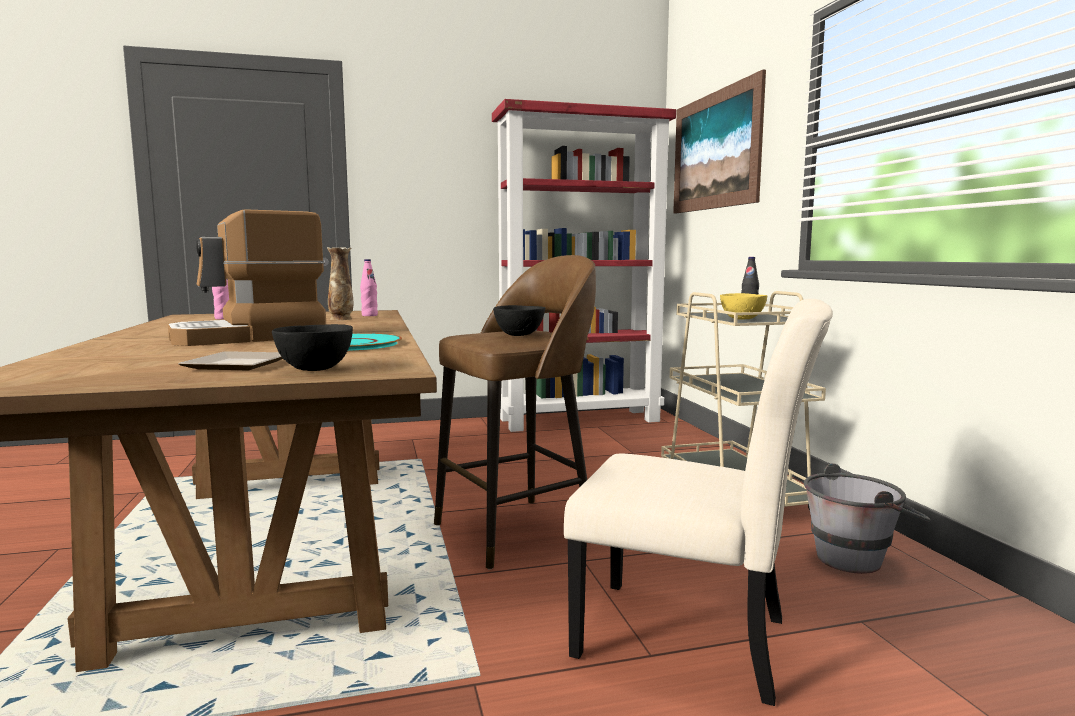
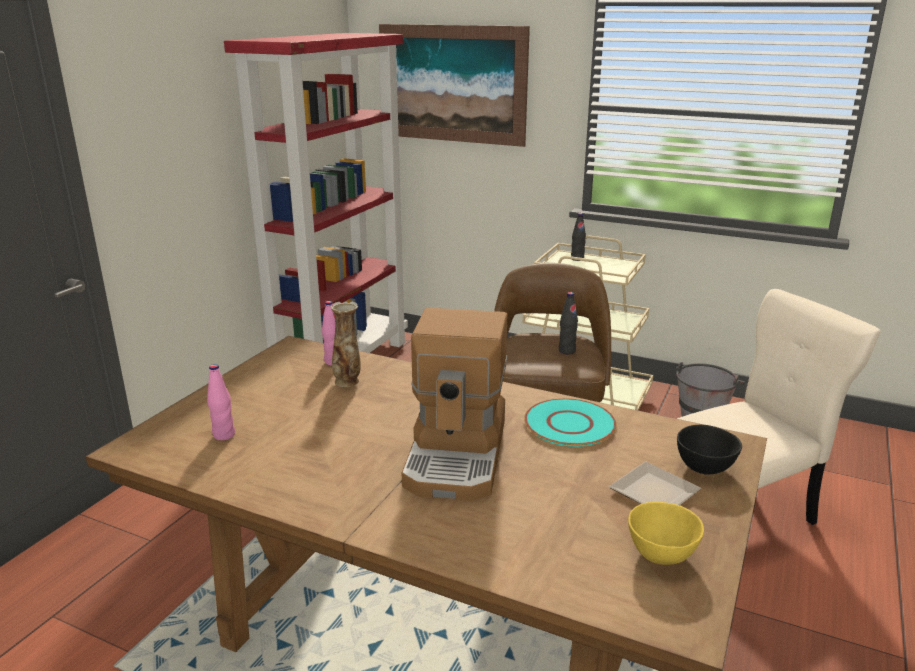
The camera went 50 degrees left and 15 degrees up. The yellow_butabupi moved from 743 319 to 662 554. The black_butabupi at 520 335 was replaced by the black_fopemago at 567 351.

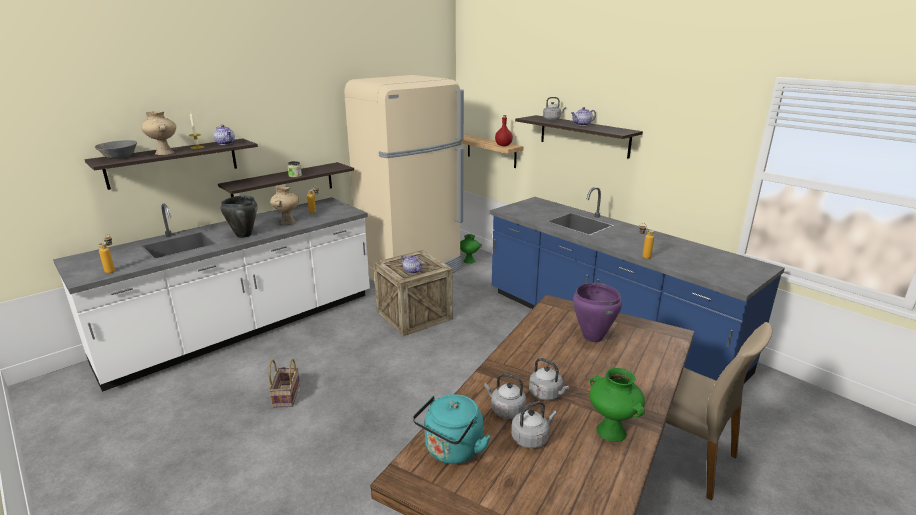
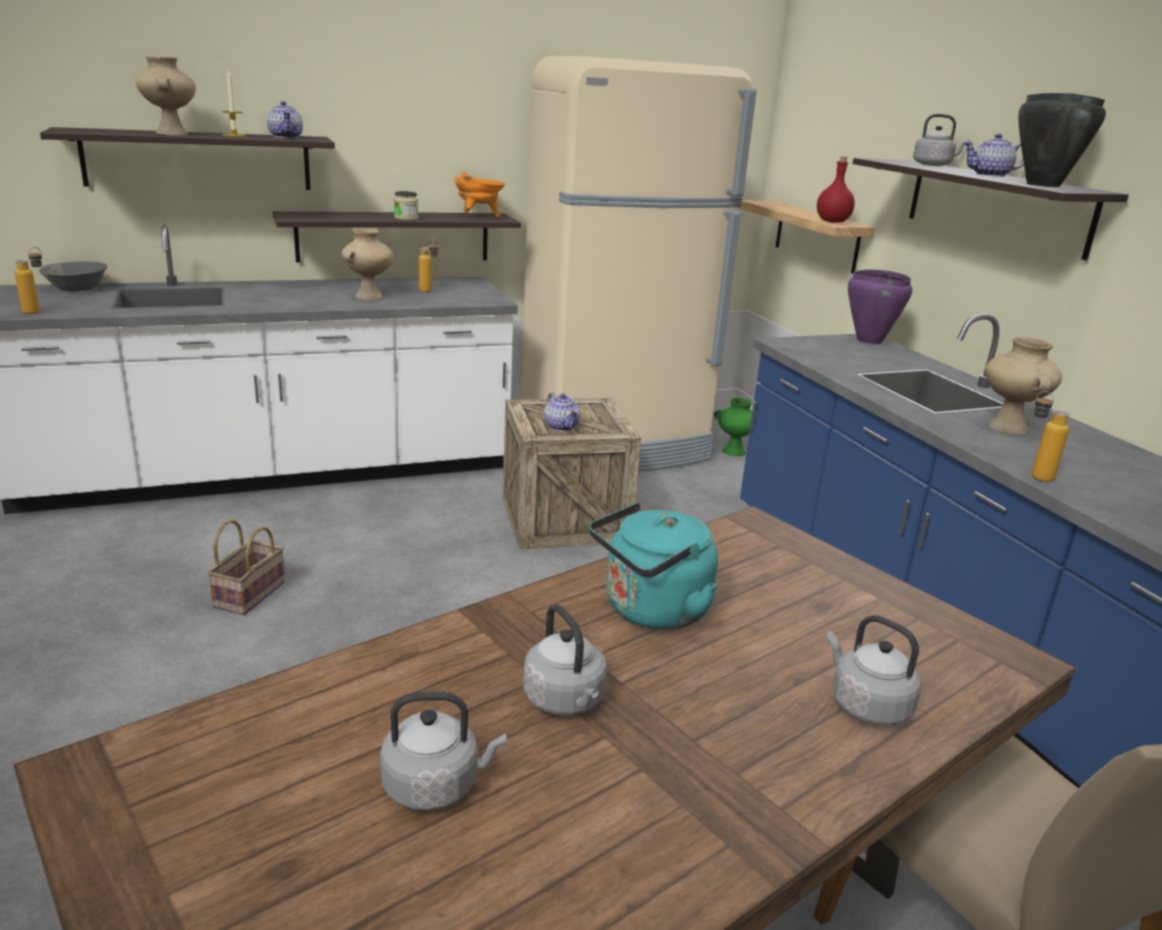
The camera went 20 degrees right and 0 degrees up. The grey_butabupi moved from 120 157 to 78 288. The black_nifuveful moved from 243 235 to 1042 185. The purple_nifuveful moved from 592 337 to 868 340. The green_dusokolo at 612 431 disappeared. The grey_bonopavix moved from 506 410 to 865 705. The turquoise_bonopavix moved from 452 451 to 651 611. The orange_nifuveful at 478 216 appeared. The beige_dusokolo at 1009 428 appeared.

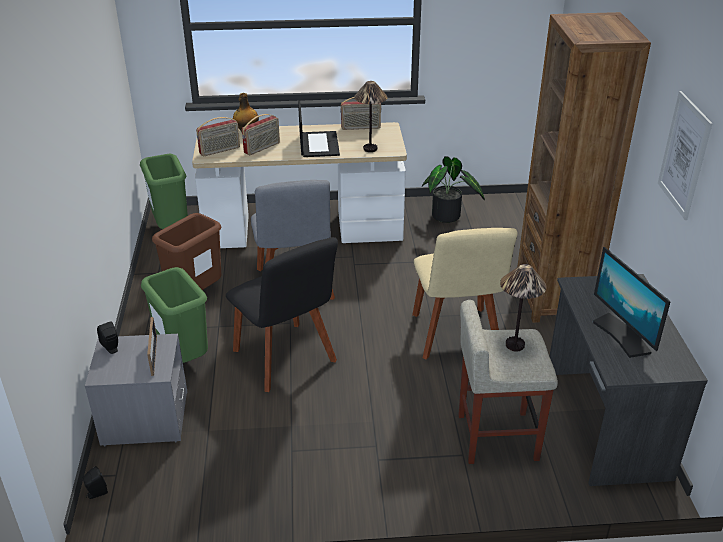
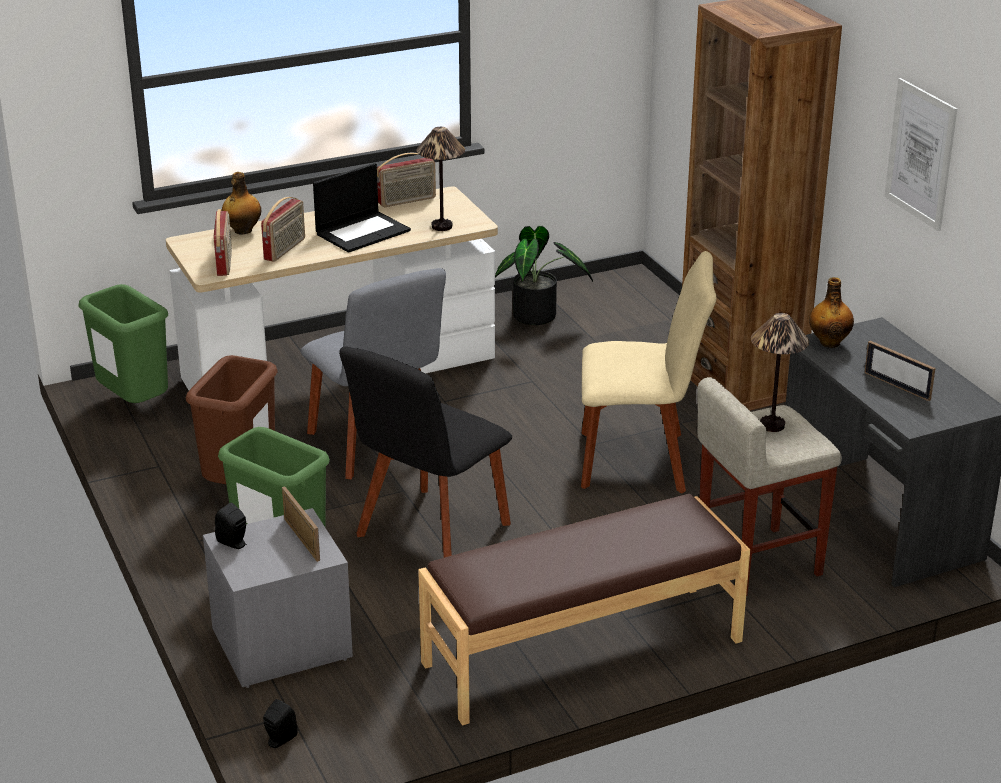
The camera went 20 degrees left and 5 degrees down. The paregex at 318 144 turned 75 degrees clockwise. The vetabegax at 220 151 turned 45 degrees counterclockwise. The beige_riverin at 456 336 turned 60 degrees counterclockwise. The black_riverin at 286 359 turned 90 degrees clockwise. The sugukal at 622 335 was replaced by the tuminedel at 897 386. The fopemago at 829 342 appeared. The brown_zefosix at 583 653 appeared.

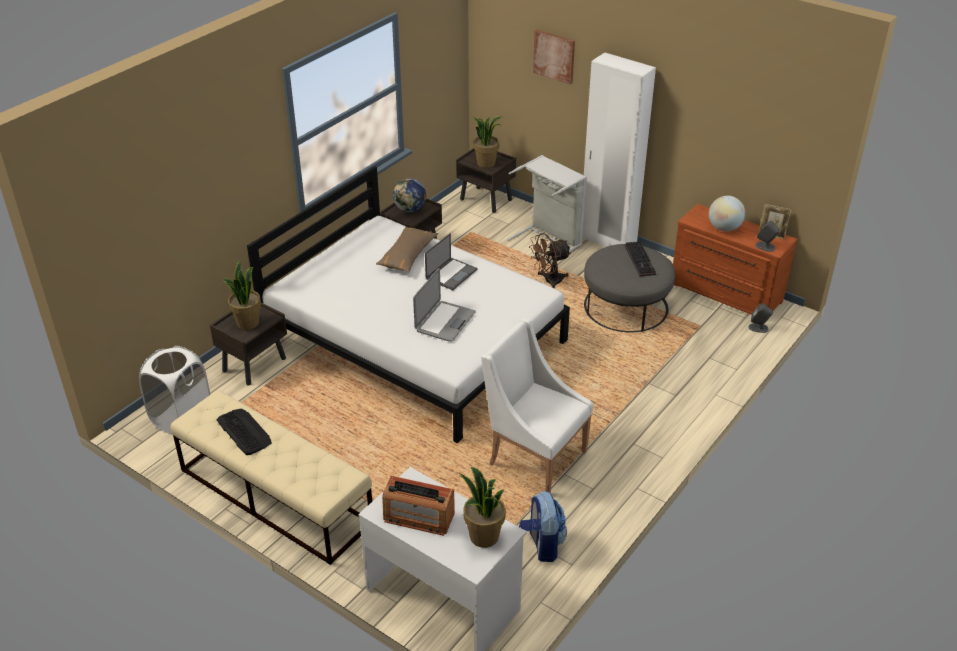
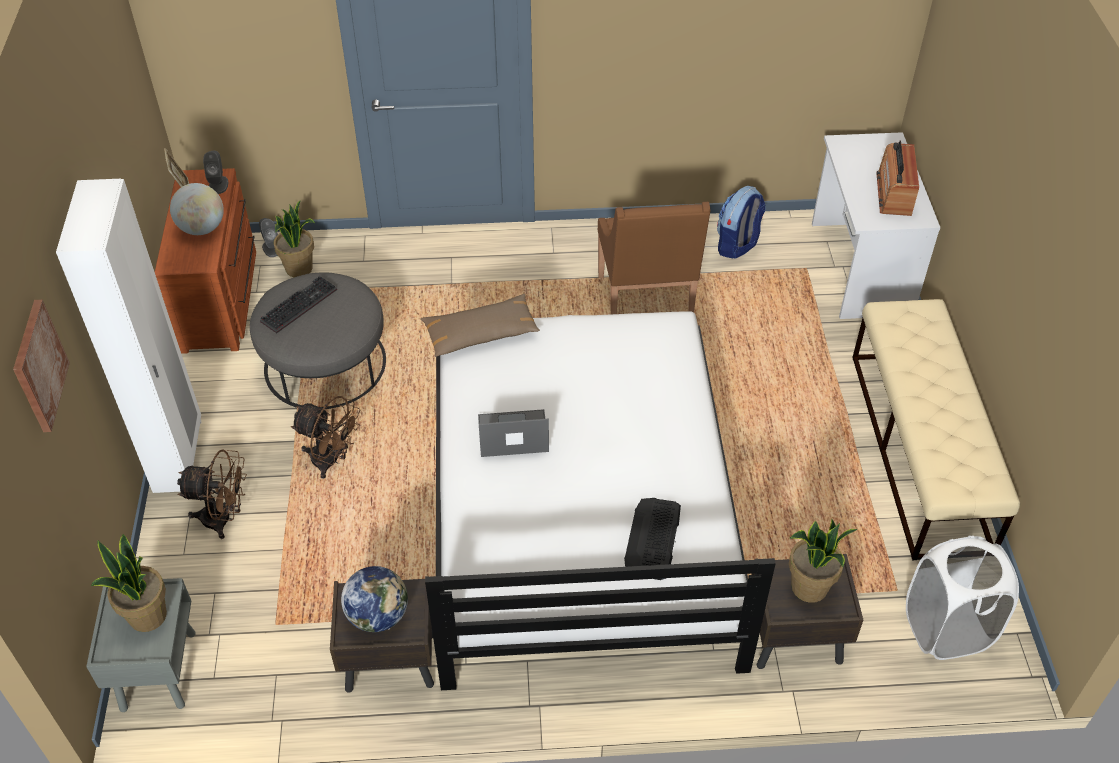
The camera went 130 degrees left and 10 degrees up. The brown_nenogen at 486 200 became the grey_nenogen at 158 670. The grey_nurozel at 549 240 was replaced by the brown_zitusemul at 224 519. The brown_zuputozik moved from 407 255 to 481 333. The paregex at 444 322 disappeared. The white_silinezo at 534 457 became the brown_silinezo at 646 304. The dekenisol moved from 244 431 to 652 539. The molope moved from 483 537 to 299 269. The vetabegax at 418 517 turned 150 degrees counterclockwise.

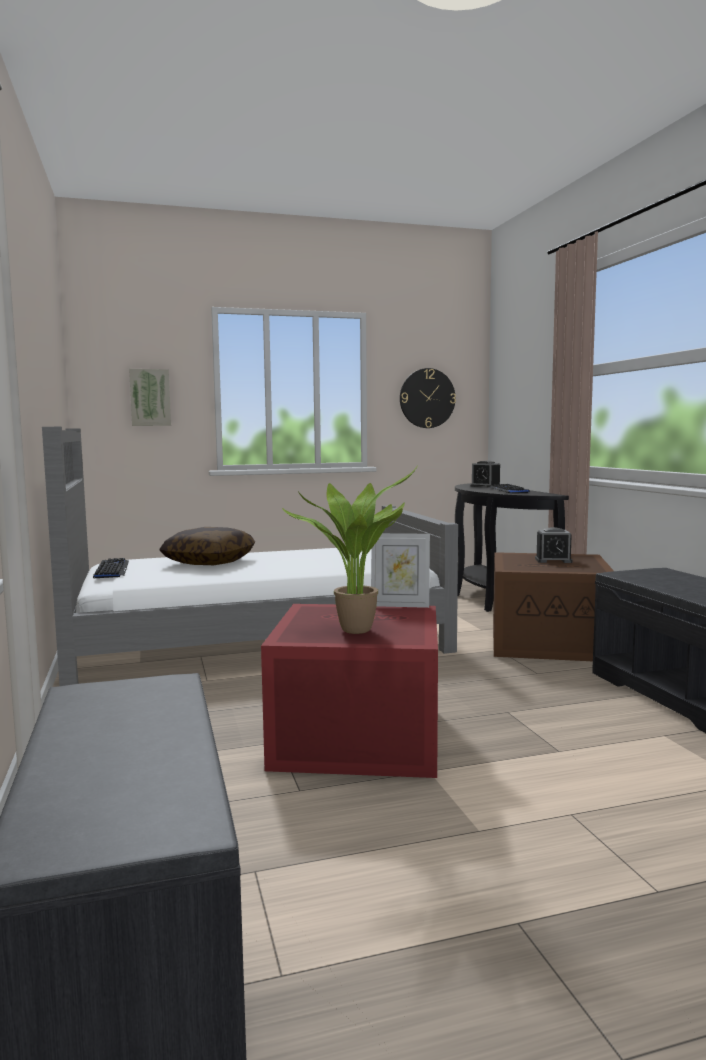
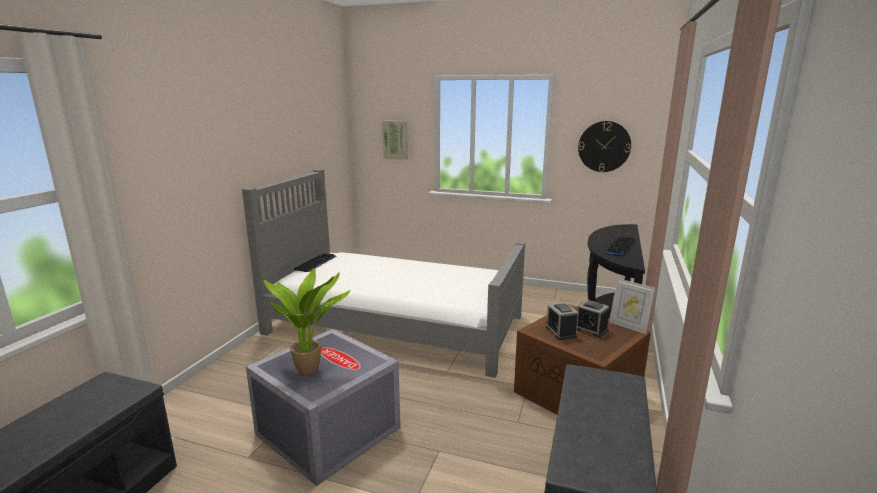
The camera went 35 degrees right and 10 degrees up. The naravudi moved from 485 486 to 561 332. The zuputozik at 209 562 disappeared. The tuminedel moved from 400 605 to 628 326. The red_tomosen at 355 738 became the grey_tomosen at 326 431.

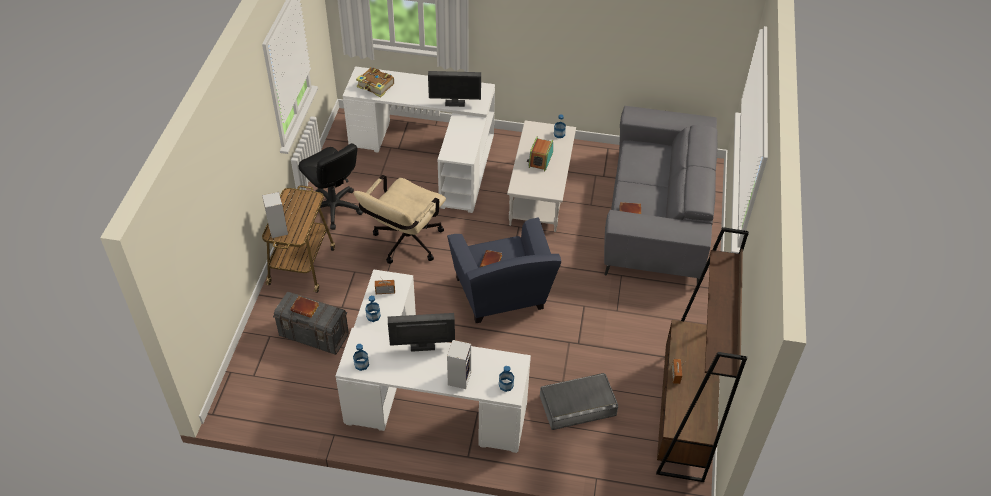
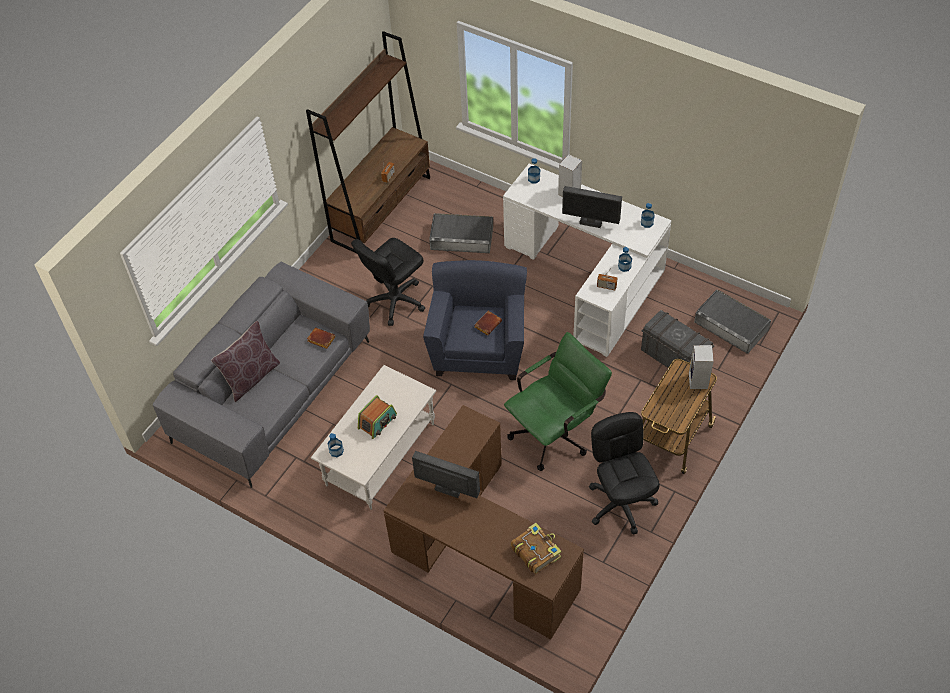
The camera went 155 degrees left and 5 degrees up. The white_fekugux at 432 155 became the brown_fekugux at 478 549. The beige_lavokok at 404 244 became the green_lavokok at 556 432. The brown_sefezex at 306 308 disappeared. The black_lavokok at 395 301 appeared. The grey_tomosen at 731 325 appeared. The brown_zuputozik at 251 377 appeared.

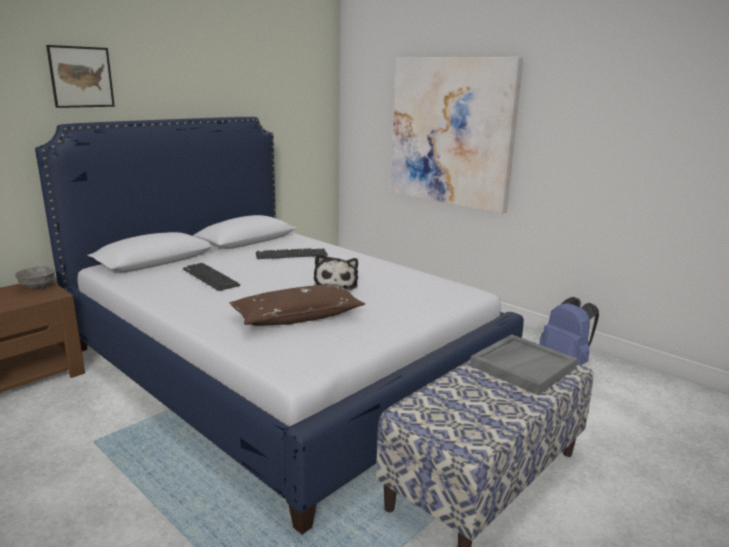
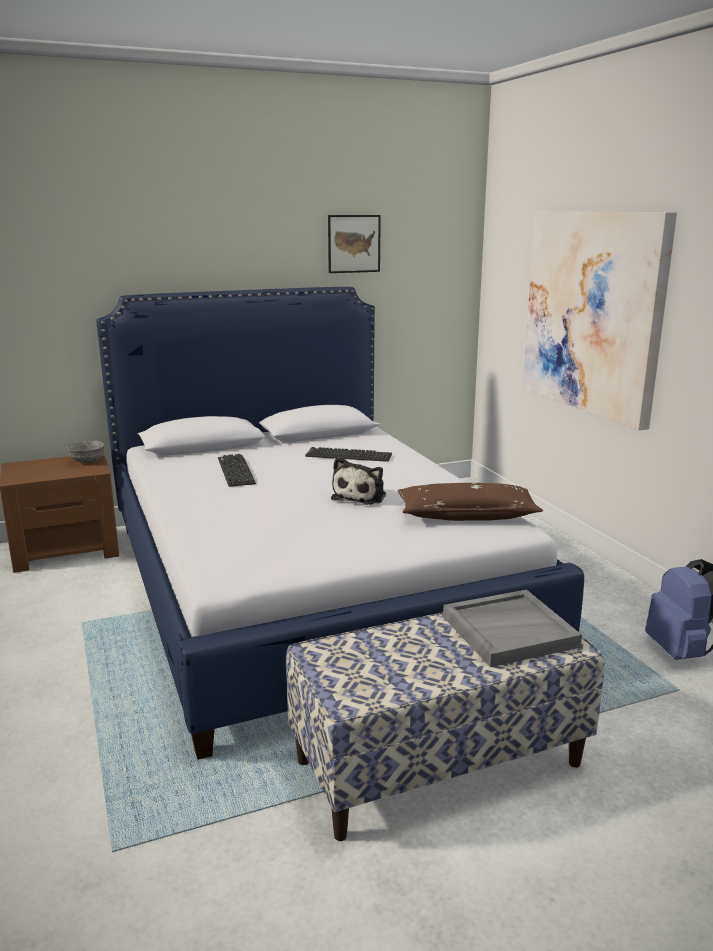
The camera went 25 degrees right and 0 degrees up. The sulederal moved from 81 77 to 354 244. The brown_zuputozik moved from 297 317 to 467 515.

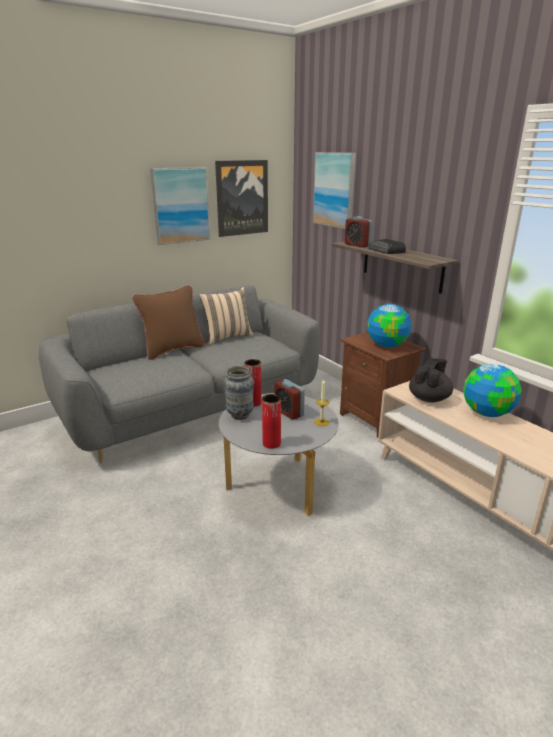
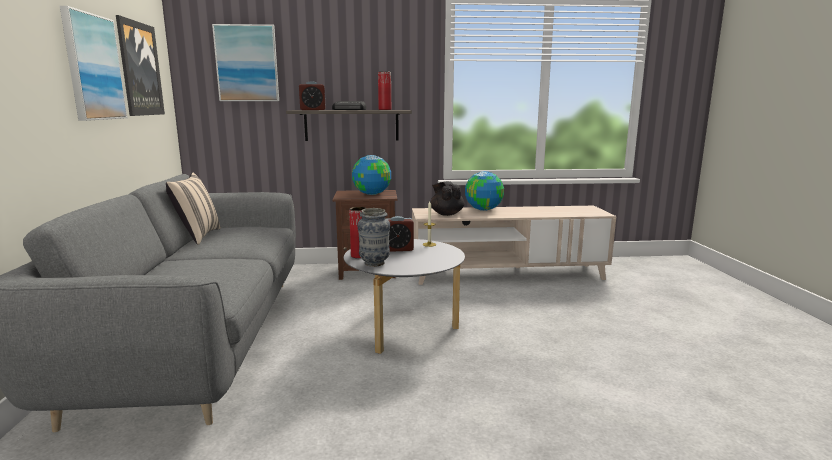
The camera went 60 degrees left and 10 degrees down. The brown_zuputozik at 173 350 disappeared. The red_dusokolo moved from 271 443 to 385 109.

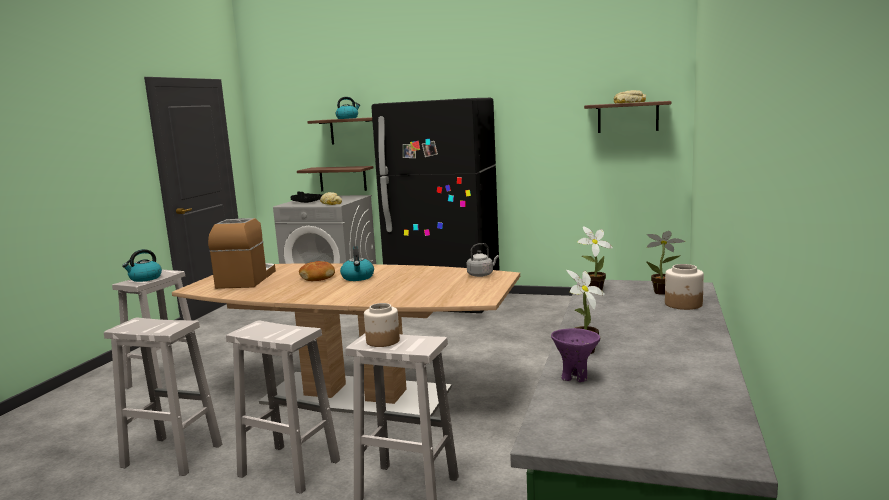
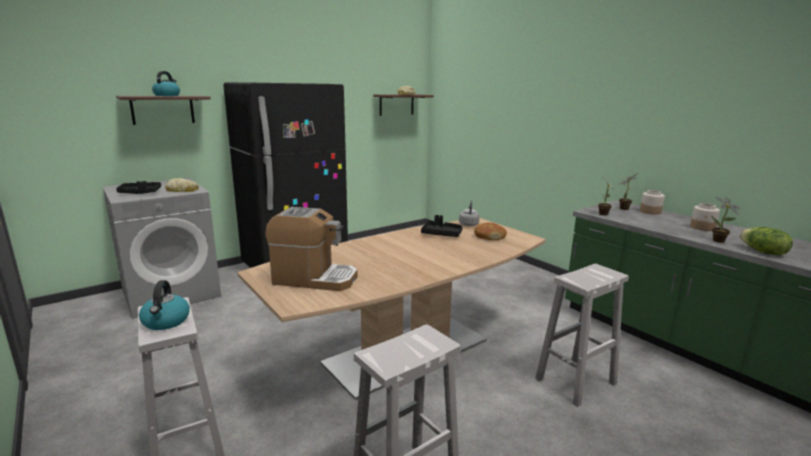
The camera went 55 degrees left and 5 degrees up. The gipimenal at 342 178 disappeared. The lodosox at 246 279 turned 150 degrees clockwise. The bonopavix at 358 277 disappeared. The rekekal moved from 317 277 to 489 236. The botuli moved from 382 341 to 702 228. The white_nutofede at 288 468 disappeared. The purple_butabupi at 575 377 was replaced by the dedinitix at 763 252. The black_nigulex at 441 234 appeared.

